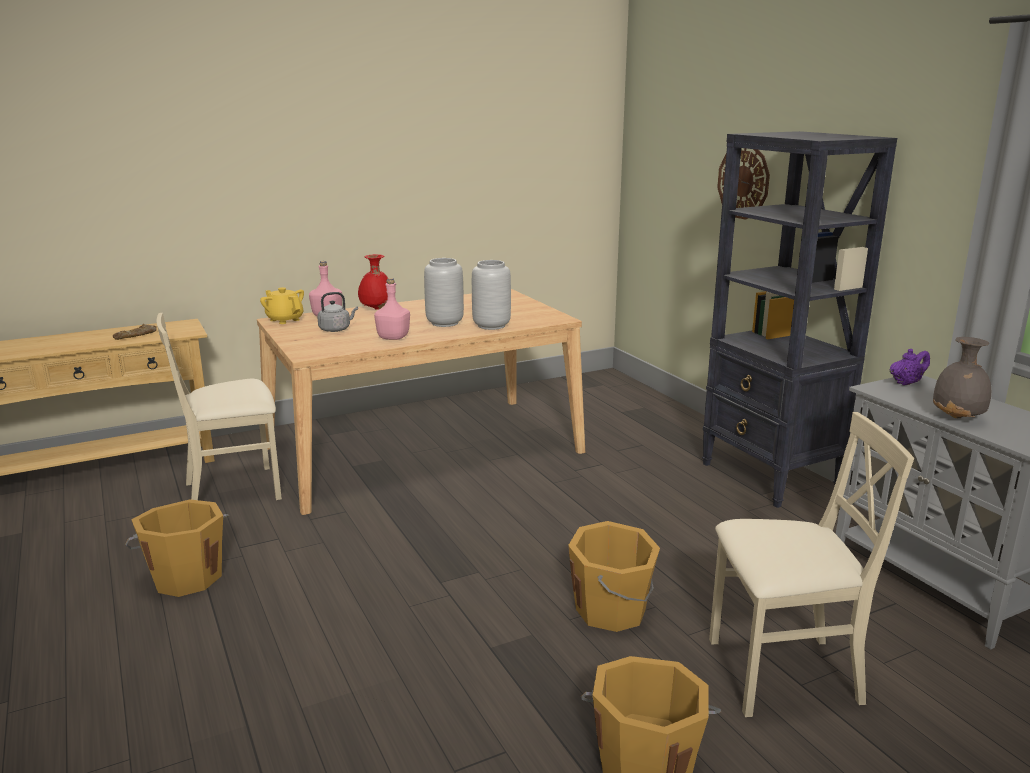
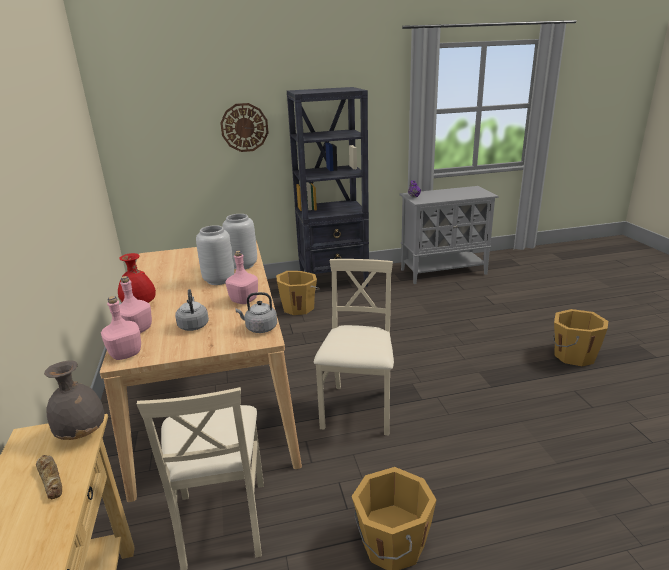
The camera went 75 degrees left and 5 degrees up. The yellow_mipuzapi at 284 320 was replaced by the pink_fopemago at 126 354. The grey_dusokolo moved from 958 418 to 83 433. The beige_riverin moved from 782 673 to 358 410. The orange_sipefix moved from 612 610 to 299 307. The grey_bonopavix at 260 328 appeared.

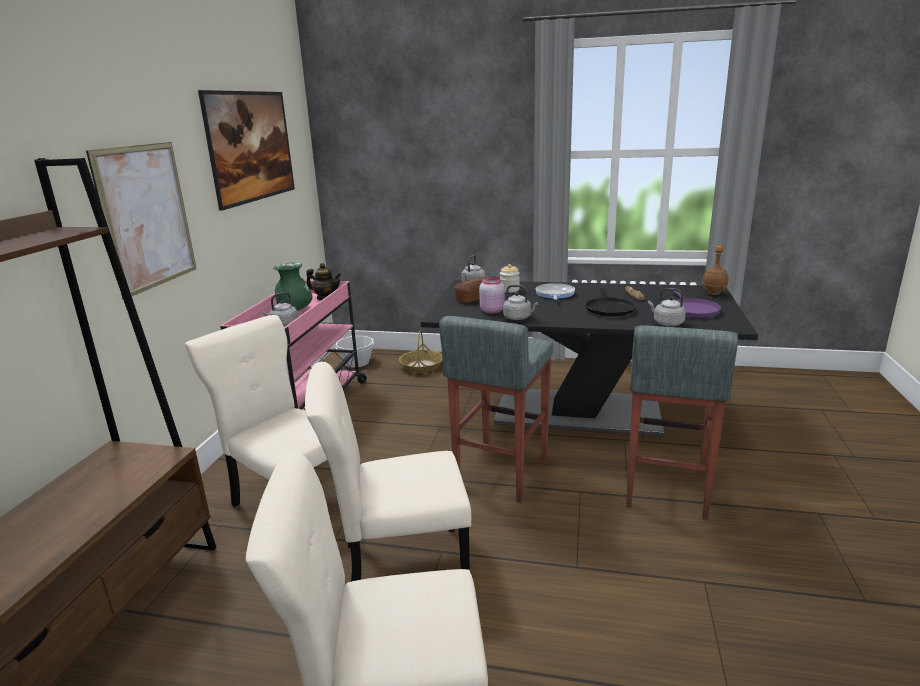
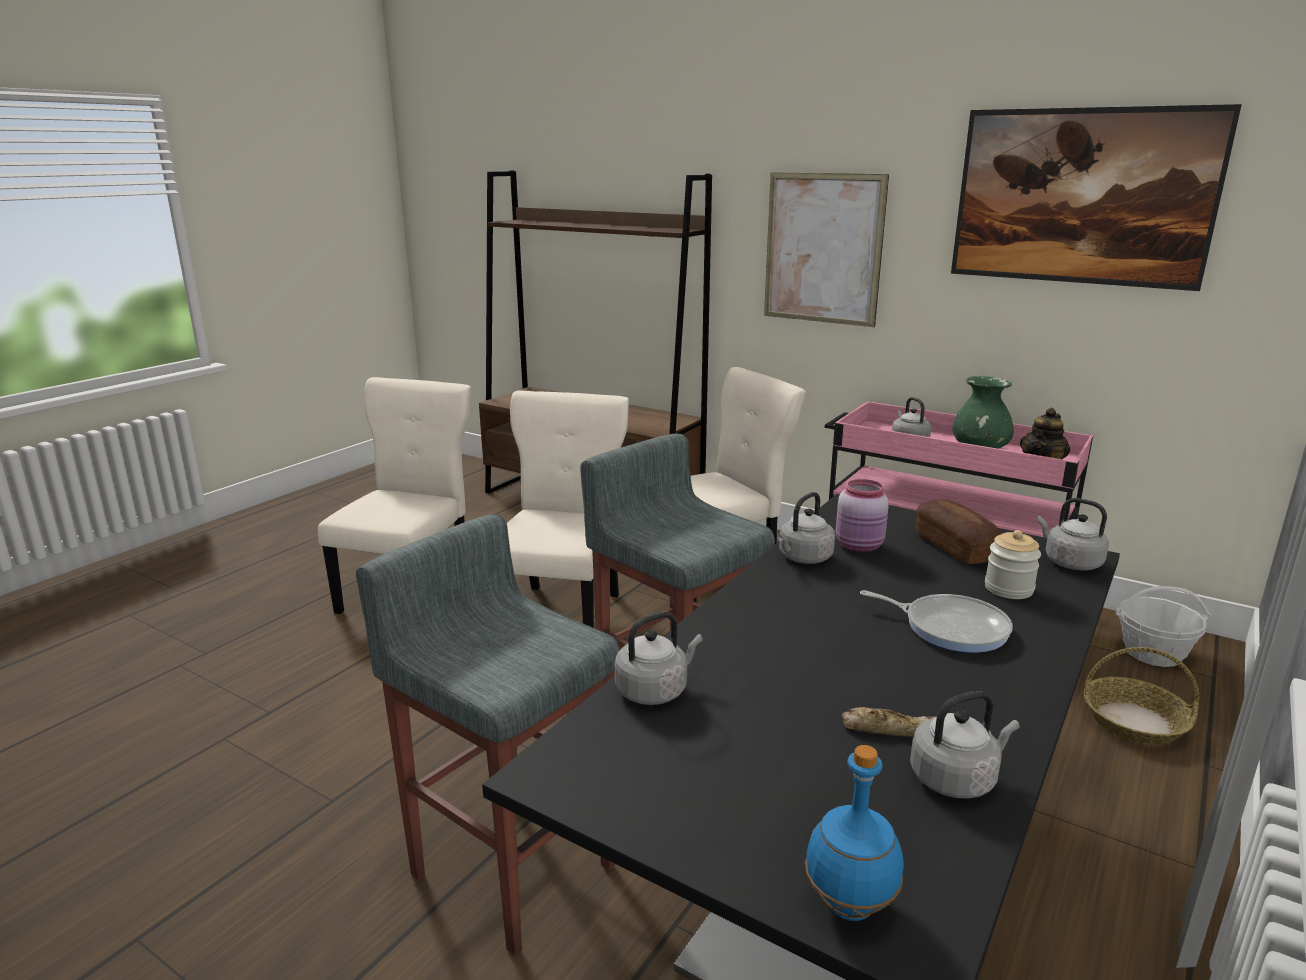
The camera went 110 degrees right and 0 degrees up. The brown_fopemago at 713 294 became the blue_fopemago at 850 904. The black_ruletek at 609 309 disappeared. The purple_ruletek at 691 310 disappeared. The grey_bonopavix at 956 778 appeared.

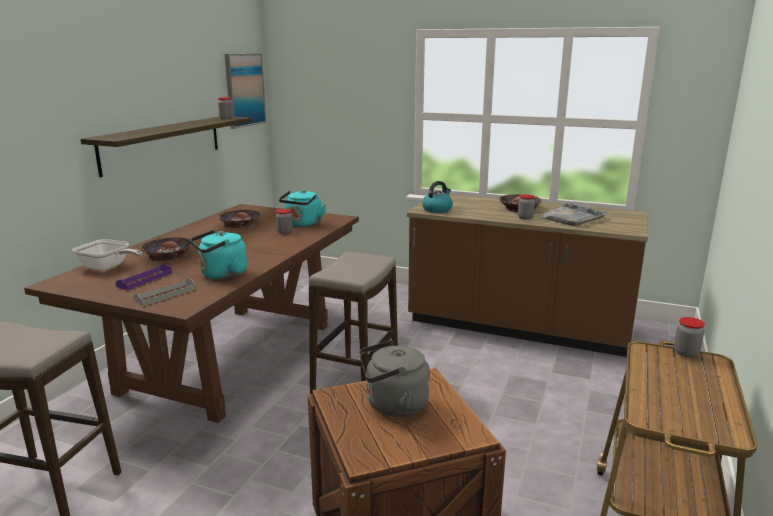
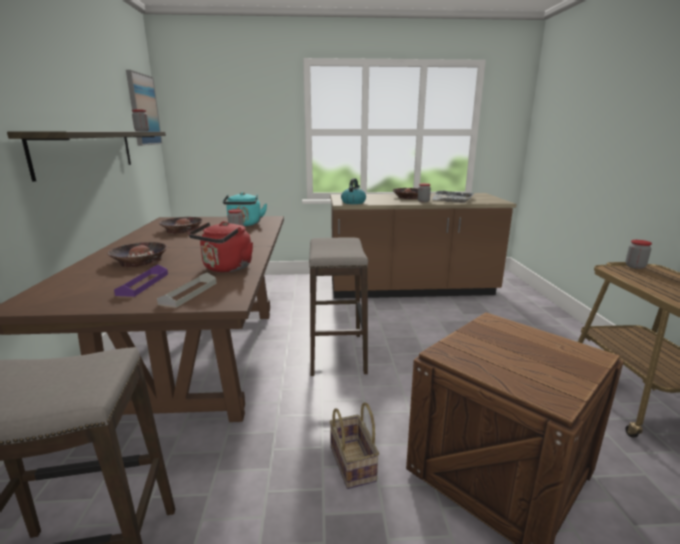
The camera went 25 degrees left and 0 degrees up. The turquoise_bonopavix at 221 275 became the red_bonopavix at 226 268. The ruletek at 108 267 disappeared. The grey_bonopavix at 393 405 disappeared. The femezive at 354 464 appeared.

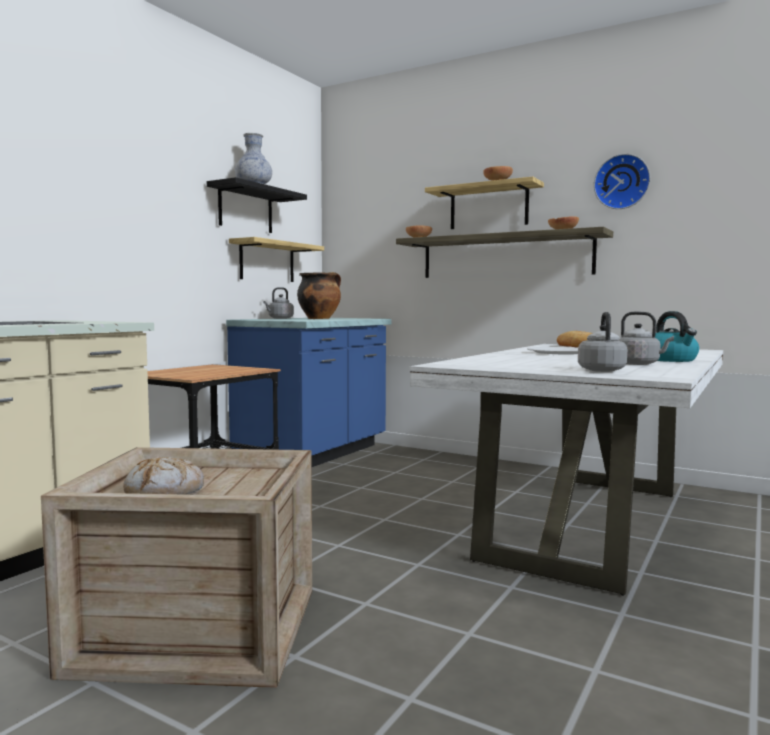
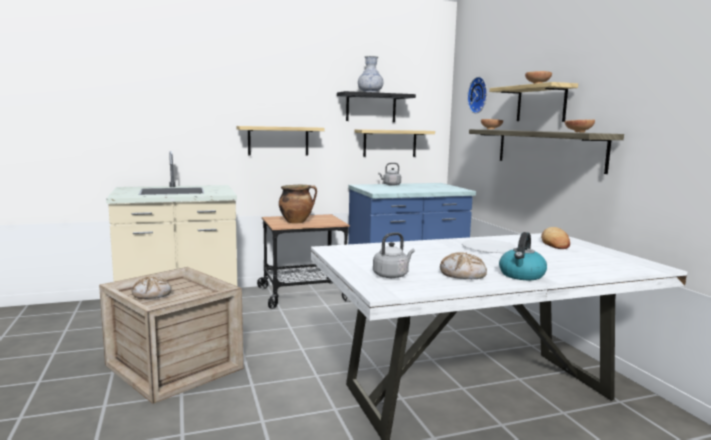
The camera went 40 degrees right and 5 degrees up. The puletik moved from 622 182 to 479 95. The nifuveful moved from 319 318 to 297 222. The grey_bonopavix at 639 364 was replaced by the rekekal at 463 274. The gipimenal at 278 141 appeared.

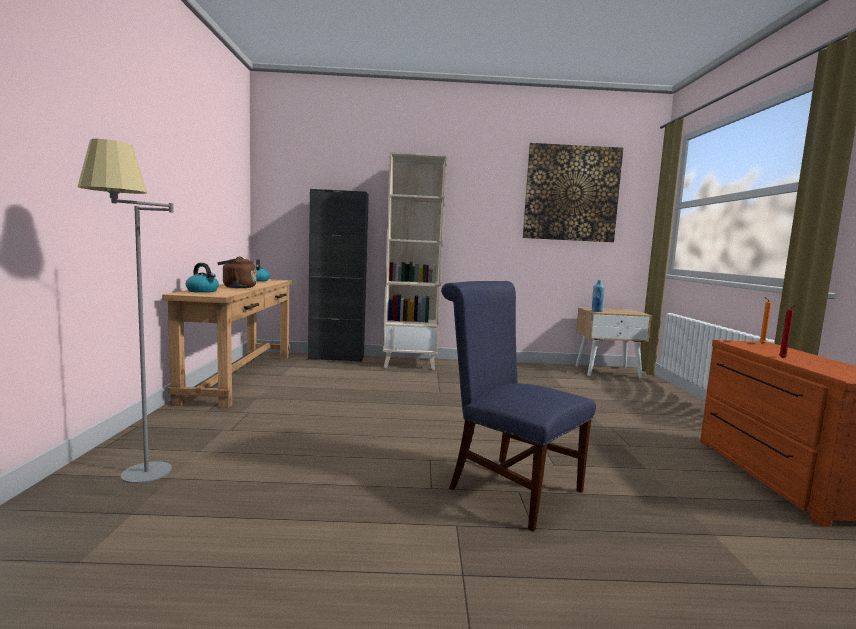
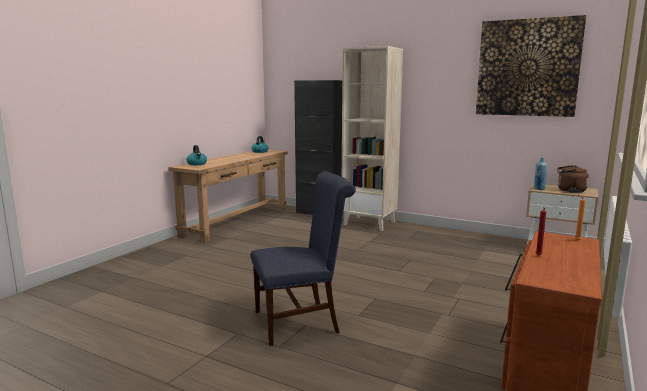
The camera went 30 degrees right and 5 degrees up. The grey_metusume at 138 482 disappeared. The brown_bonopavix moved from 237 287 to 569 190. The blue_riverin at 508 487 turned 90 degrees clockwise.

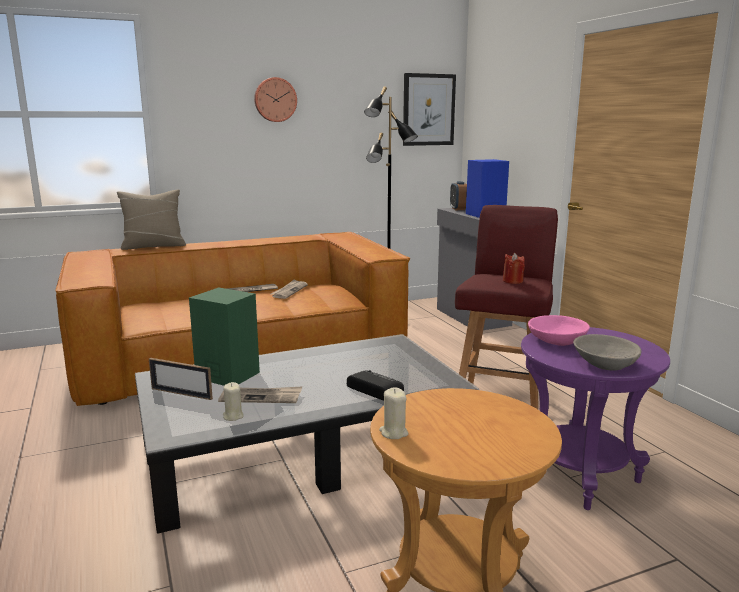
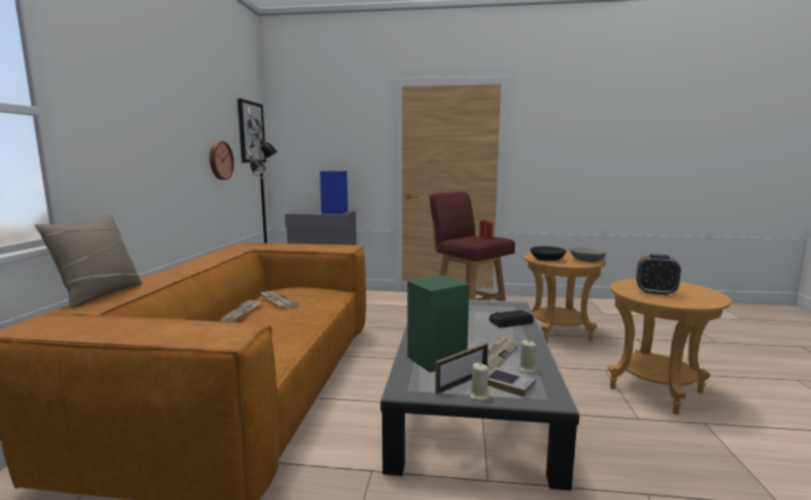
The camera went 60 degrees left and 5 degrees down. The puletik moved from 275 100 to 220 160. The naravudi moved from 458 209 to 655 292. The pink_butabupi at 557 340 became the black_butabupi at 547 259. The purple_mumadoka at 579 475 became the brown_mumadoka at 558 333. The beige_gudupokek moved from 393 433 to 478 396. The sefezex at 508 385 appeared.

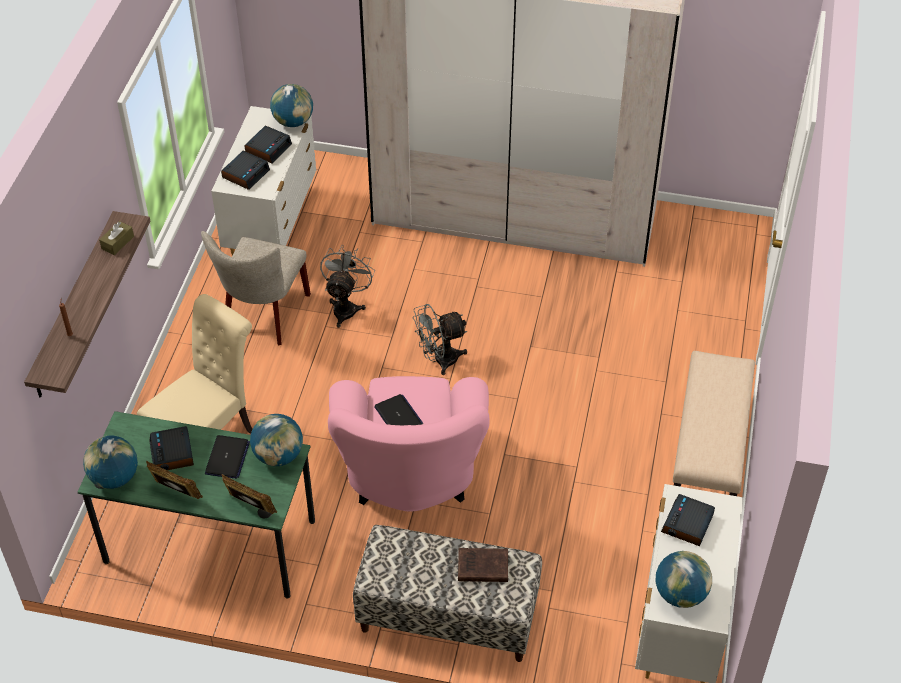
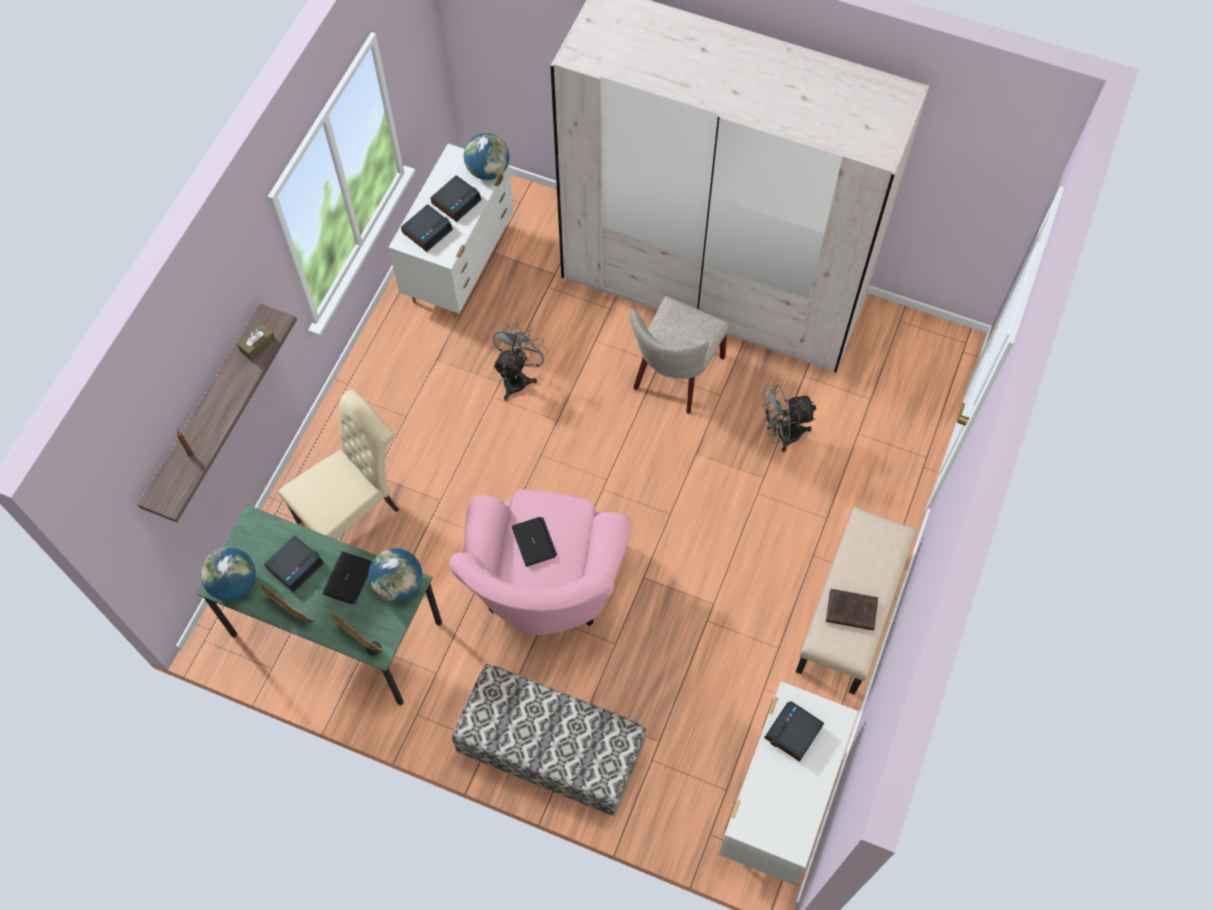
The camera went 10 degrees right and 15 degrees up. The beige_riverin moved from 263 316 to 675 377. The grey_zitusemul moved from 439 360 to 782 434. The naravudi at 172 454 turned 135 degrees counterclockwise. The brown_sefezex moved from 481 567 to 849 610. The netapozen at 680 594 disappeared.

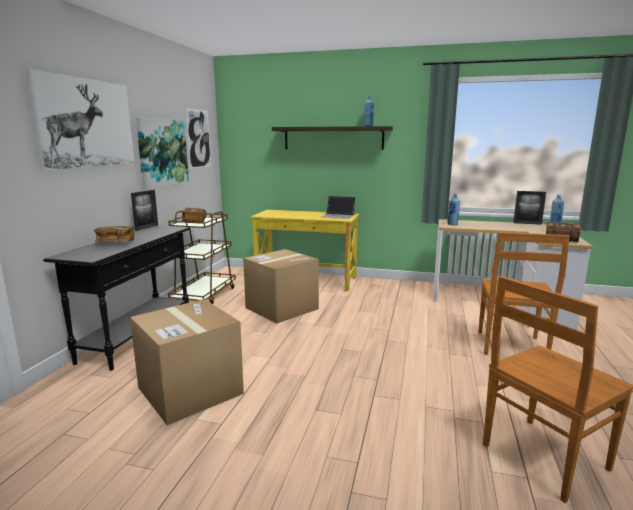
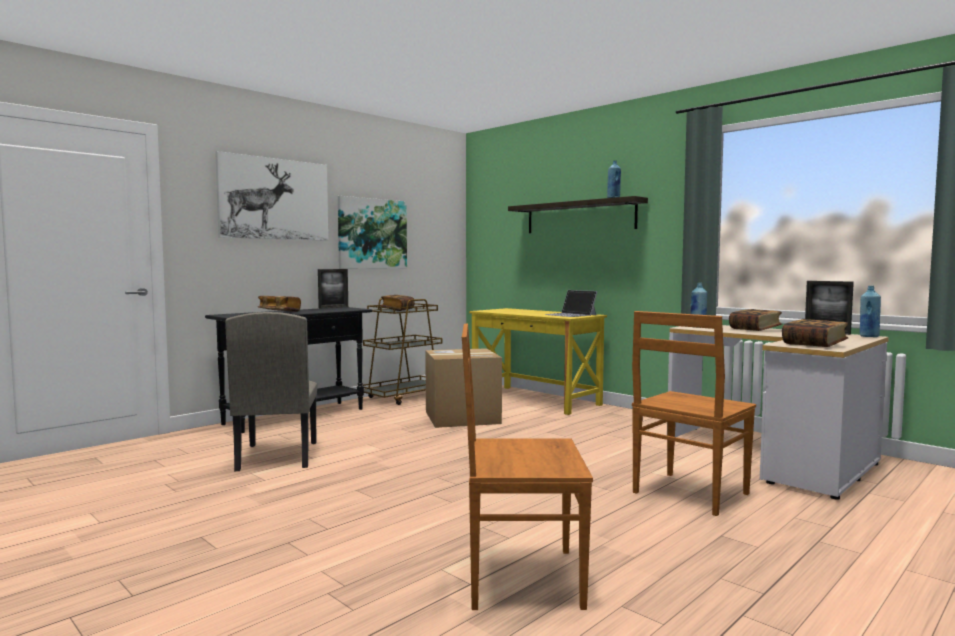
The camera went 30 degrees right and 10 degrees down. The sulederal at 199 139 disappeared. The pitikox at 190 390 was replaced by the beige_riverin at 276 456. The sefezex at 755 329 appeared.

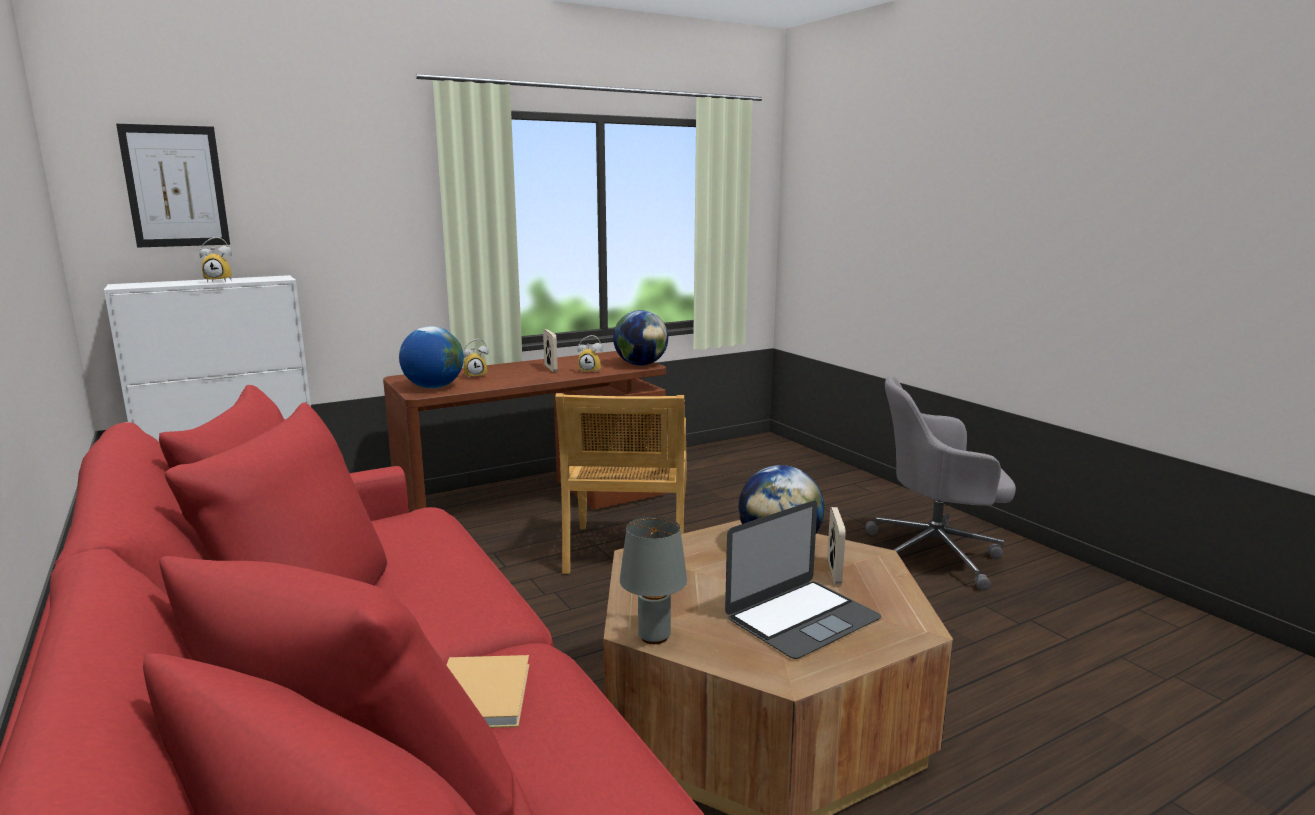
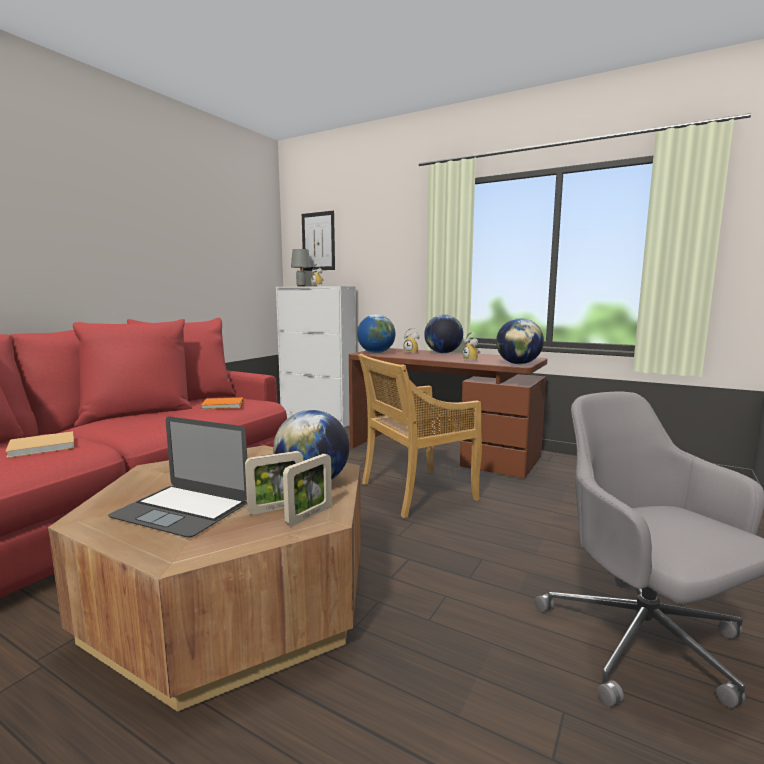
The camera went 60 degrees right and 5 degrees down. The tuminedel moved from 550 368 to 309 515. The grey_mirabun moved from 653 637 to 301 286. The netapozen at 443 353 appeared. The orange_sefezex at 223 405 appeared.

